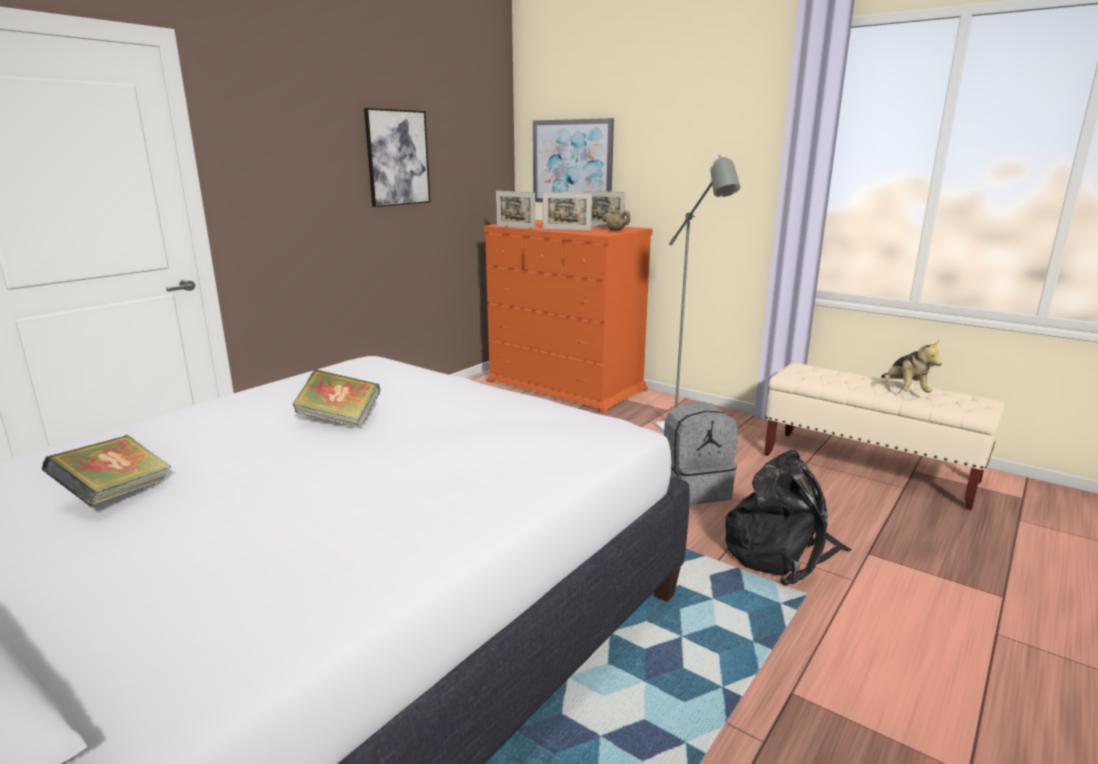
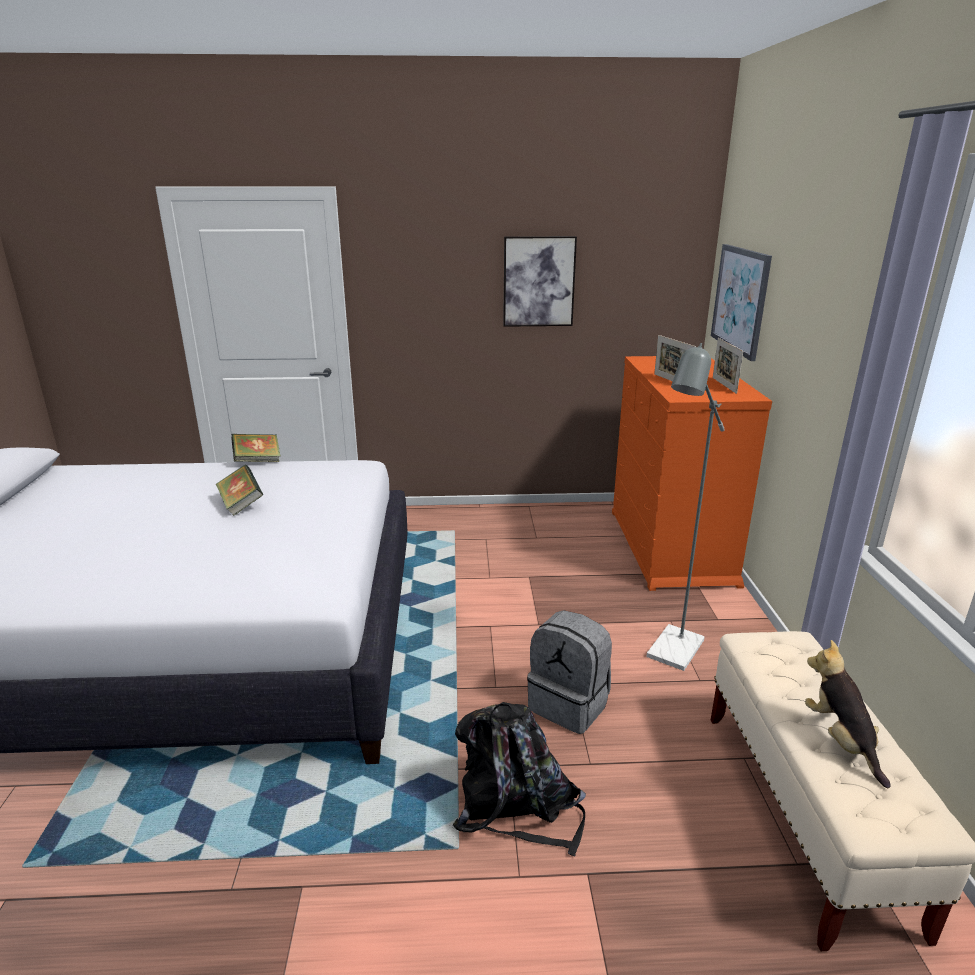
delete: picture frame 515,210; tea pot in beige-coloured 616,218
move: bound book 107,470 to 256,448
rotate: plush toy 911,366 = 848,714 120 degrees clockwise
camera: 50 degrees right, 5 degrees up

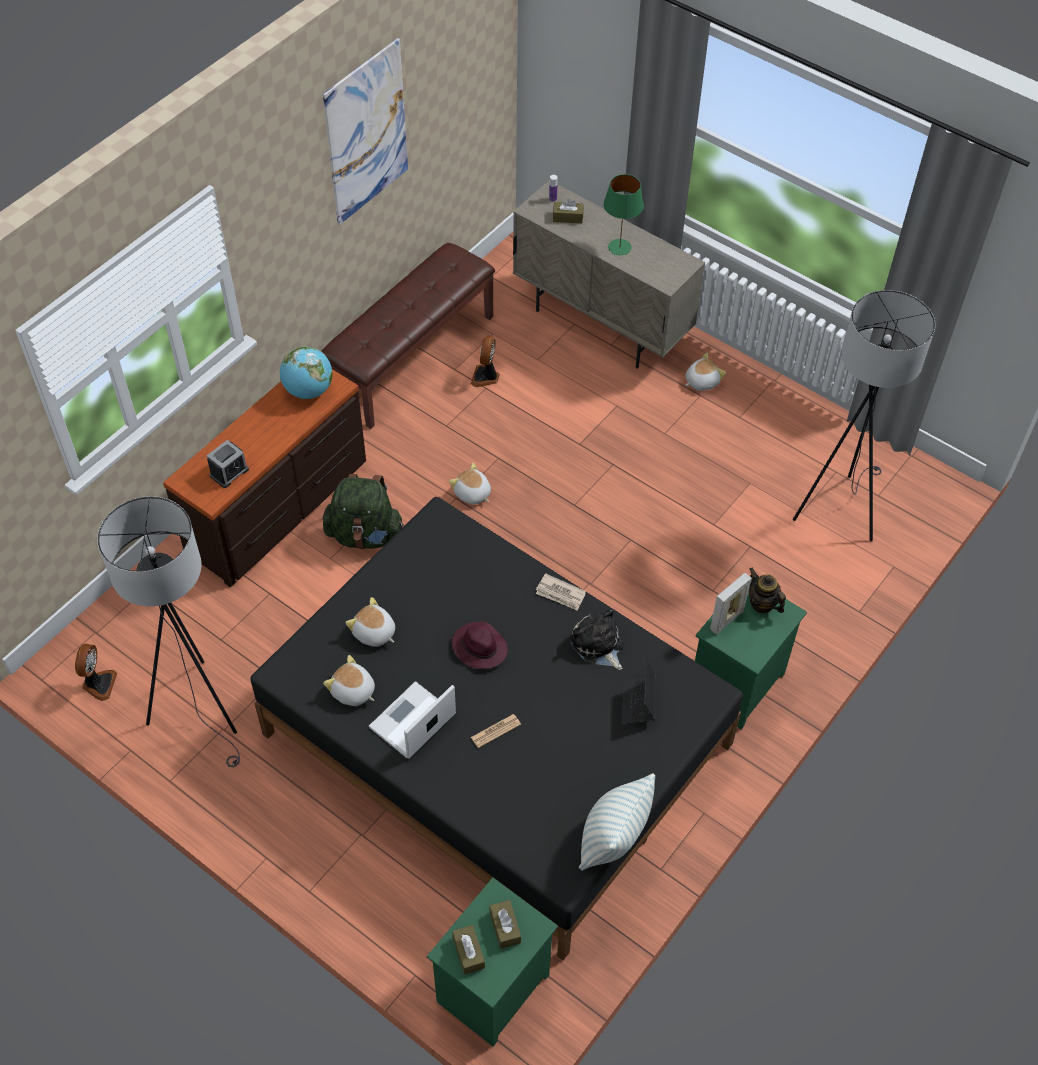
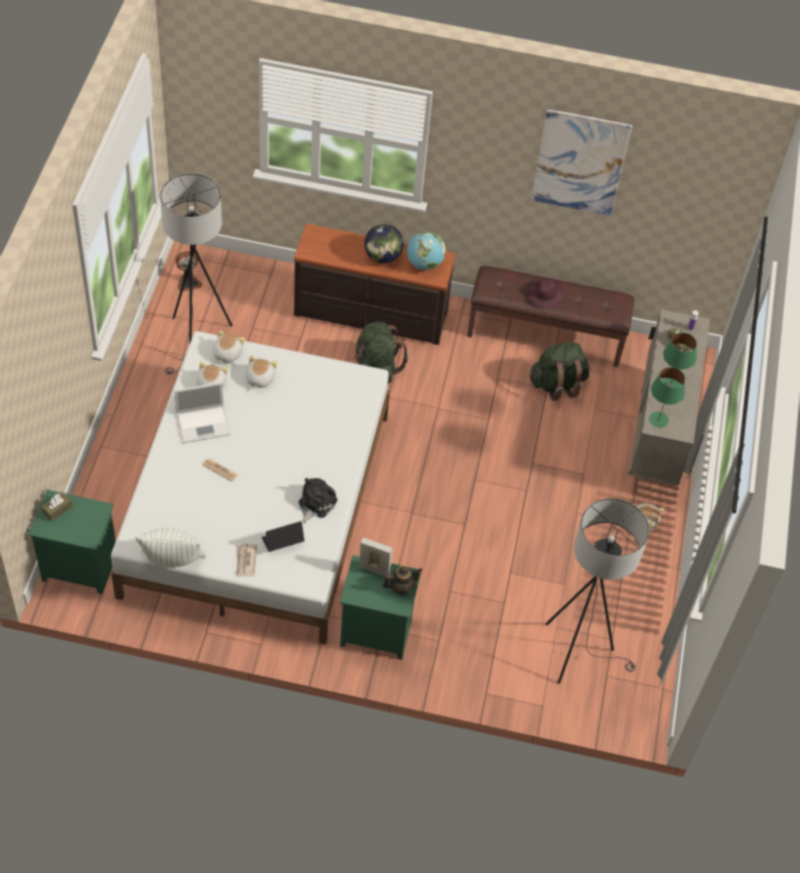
delete: table clock 228,464; tissue holder in brown-coloured 505,924
insert: desk globe 384,244; tabletop lamp in greenish 667,397
move: plush toy 470,483 to 229,347; clothing hat in purple 480,645 to 545,293; daily paper 561,592 to 247,560
replace: electric fan 485,361 to rucksack in greenish 559,371
recolor: bedroom bed in black-coloured 496,729 to bedroom bed in white-coloured 250,488
rotate: portable computer 412,720 = 202,412 150 degrees clockwise; tea pot 767,590 = 402,580 45 degrees clockwise
camera: 60 degrees right, 0 degrees up

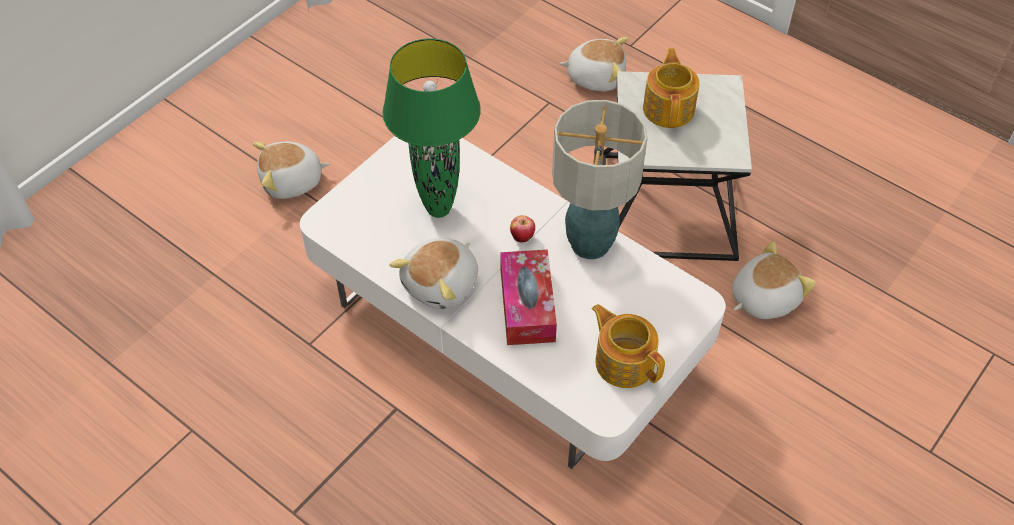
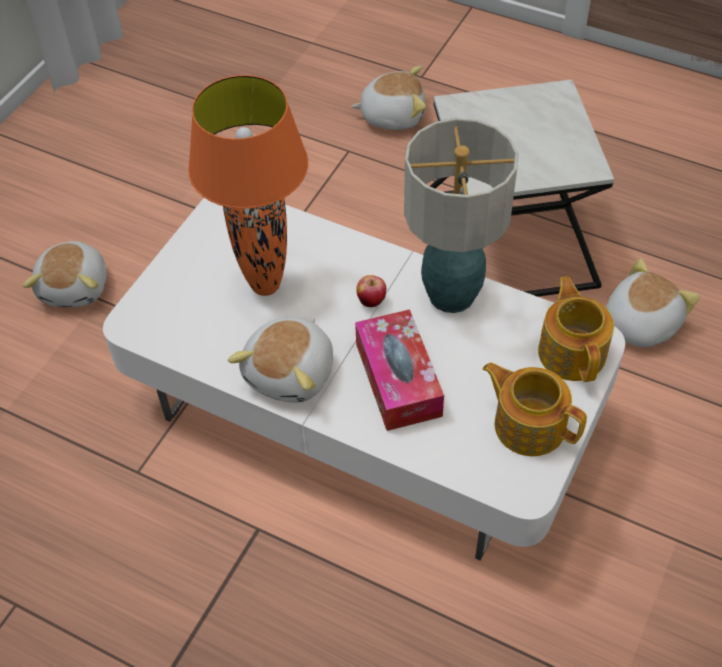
move: tea pot 671,88 to 576,329
recolor: tabletop lamp in greenish 432,128 to tabletop lamp in orange-coloured 248,185
rotate: plush toy 291,170 = 65,274 60 degrees counterclockwise
camera: 10 degrees left, 0 degrees up

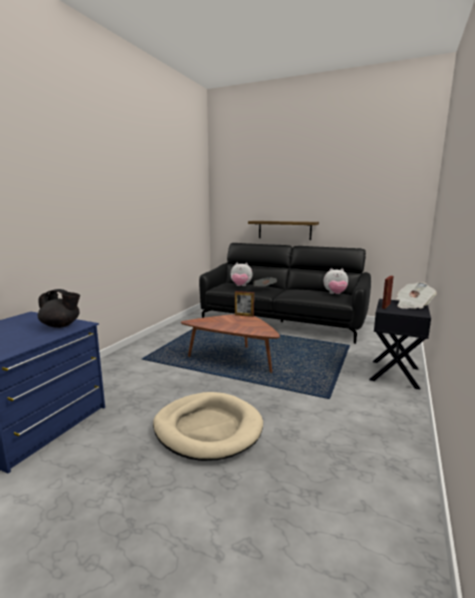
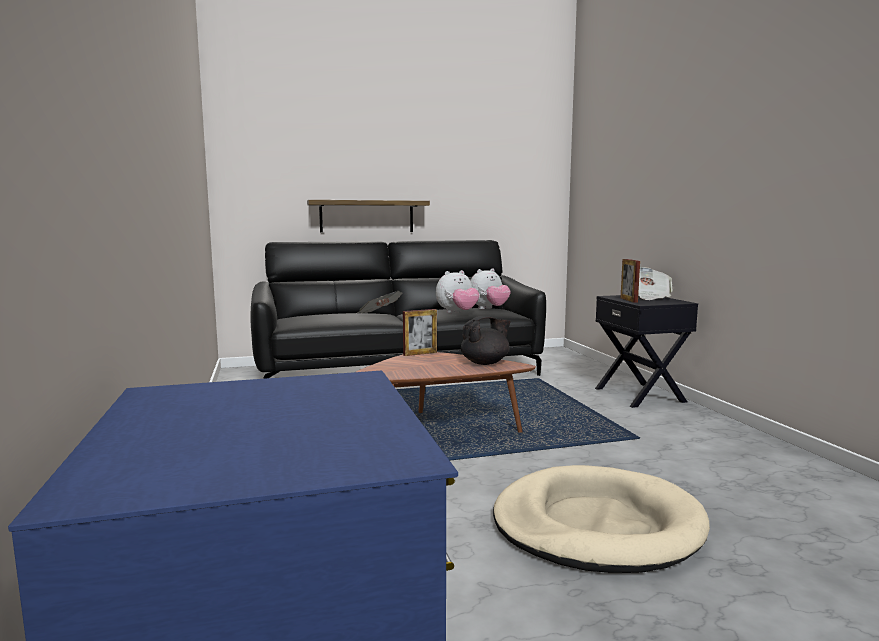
move: tea pot in black-coloured 59,308 to 486,340; plush toy 241,274 to 457,291
camera: 40 degrees left, 5 degrees down

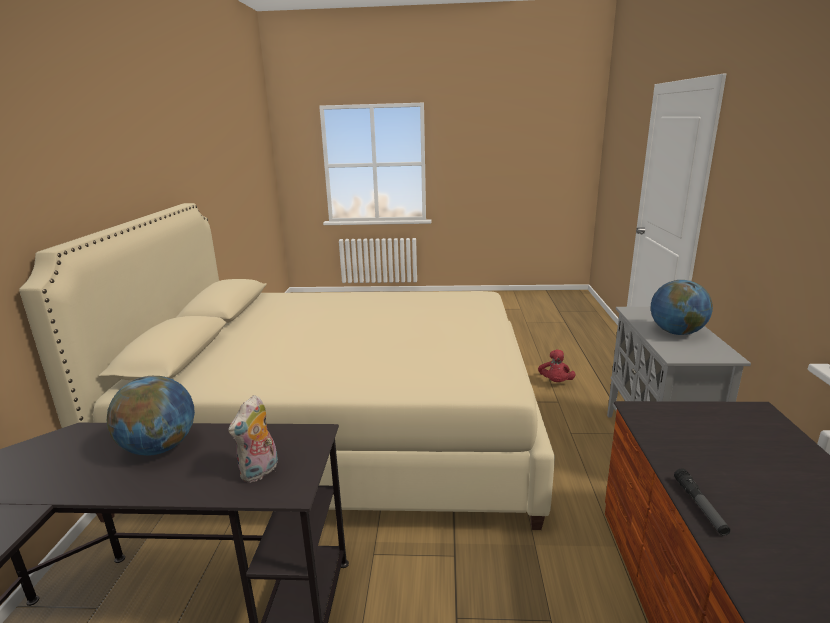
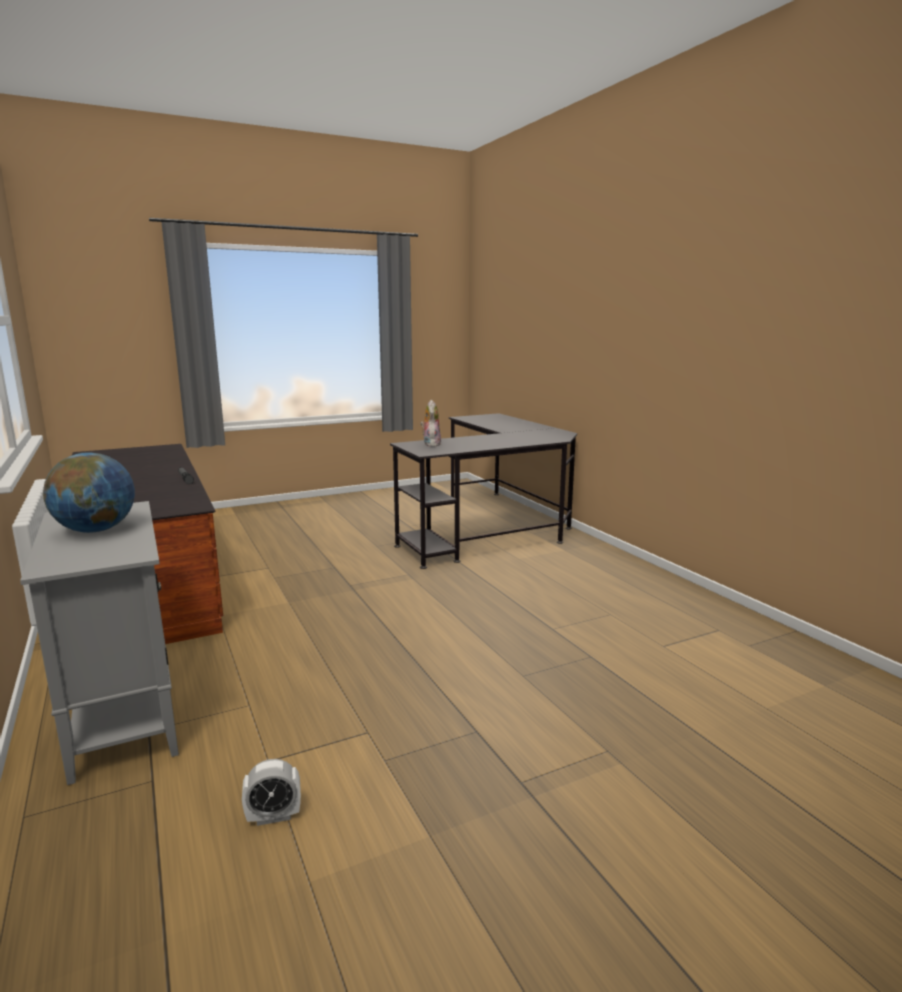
delete: bedroom bed in beige-coloured 287,366; desk globe 151,416
replace: plush toy in red-coloured 557,365 to table clock 271,792
camera: 150 degrees right, 5 degrees down

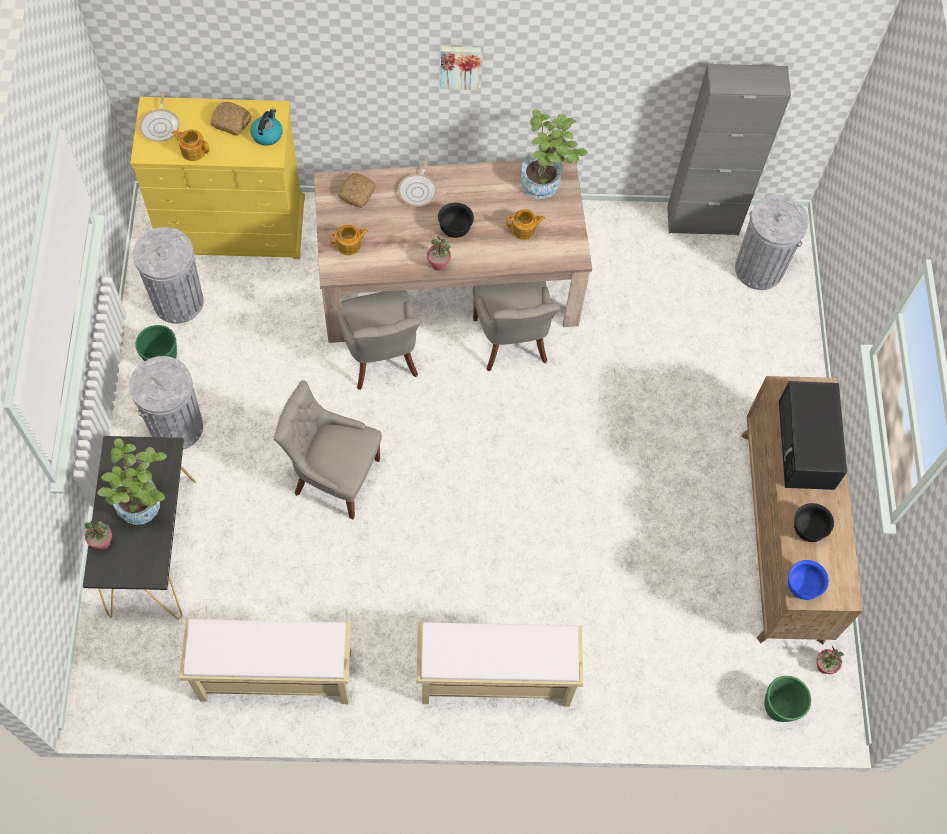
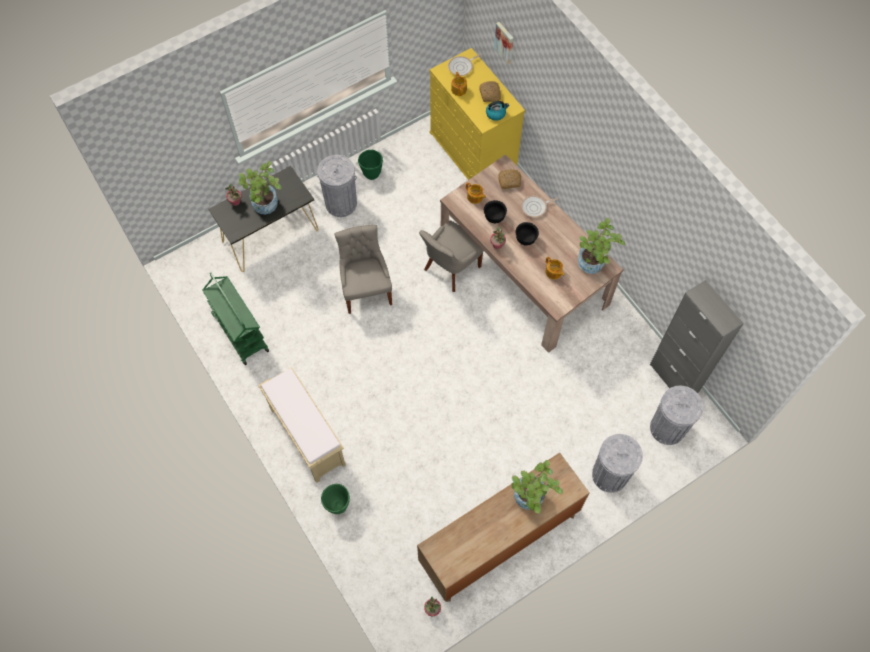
delete: upright chair in gray 516,326; serving bowl in blue-coloured 808,580
move: trash can in gray 168,275 to 617,463; wall art 461,68 to 504,43; planter in greenish 787,699 to 335,499; serving bowl in black-coloured 814,522 to 495,211
replace: long seat in beige-coloured 265,661 to cart in greenish 235,319; kitchen microwave in black-coloured 813,435 to plant in a pot 537,486
camera: 60 degrees right, 0 degrees up

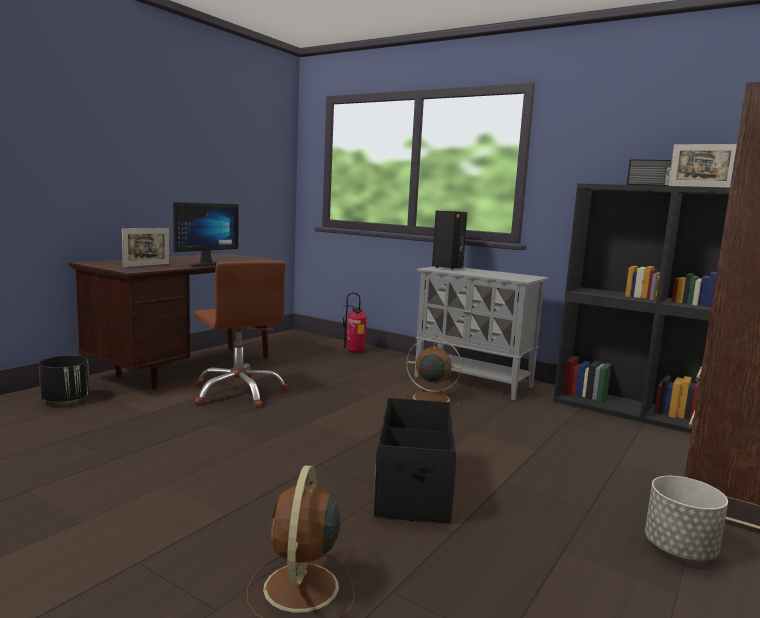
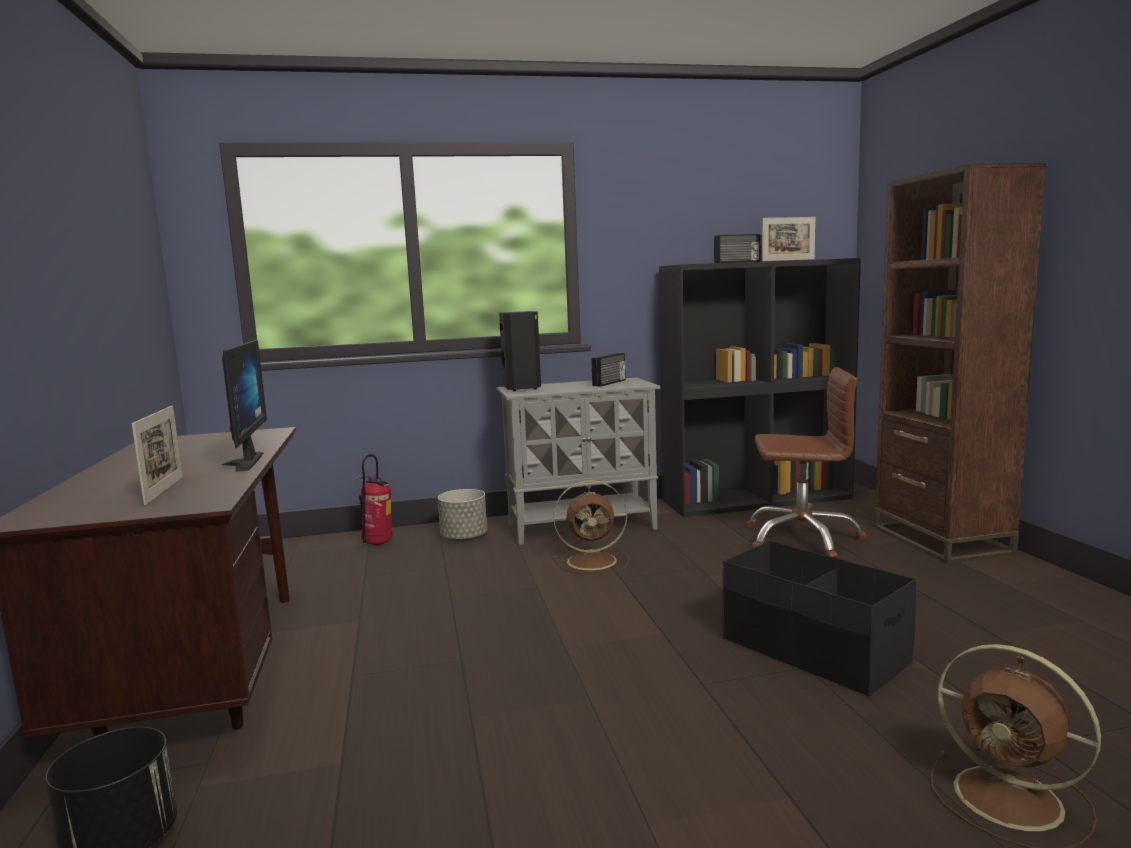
insert: radio 608,370
move: office chair in brown-coloured 241,334 to 806,462; planter in gray 686,518 to 462,515
rotate: electric fan in brown-coloured 432,371 = 591,527 150 degrees counterclockwise
camera: 45 degrees left, 0 degrees up

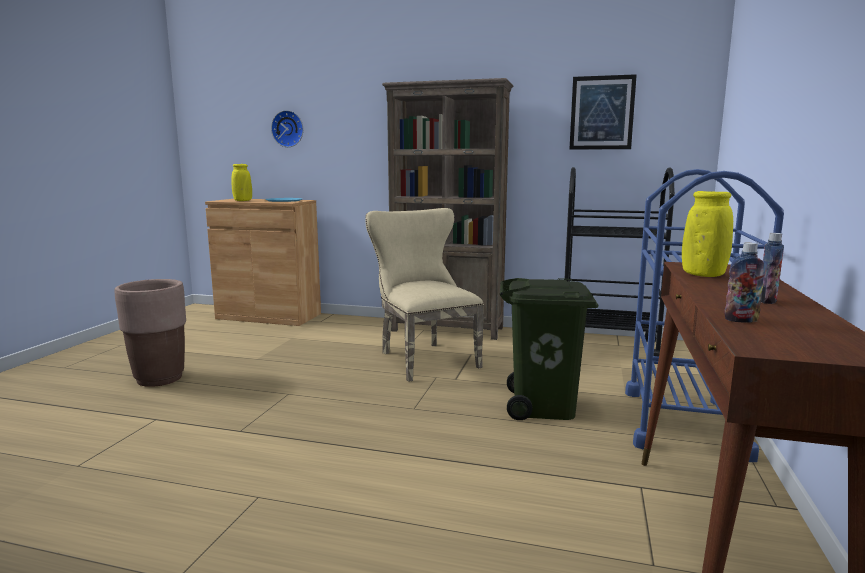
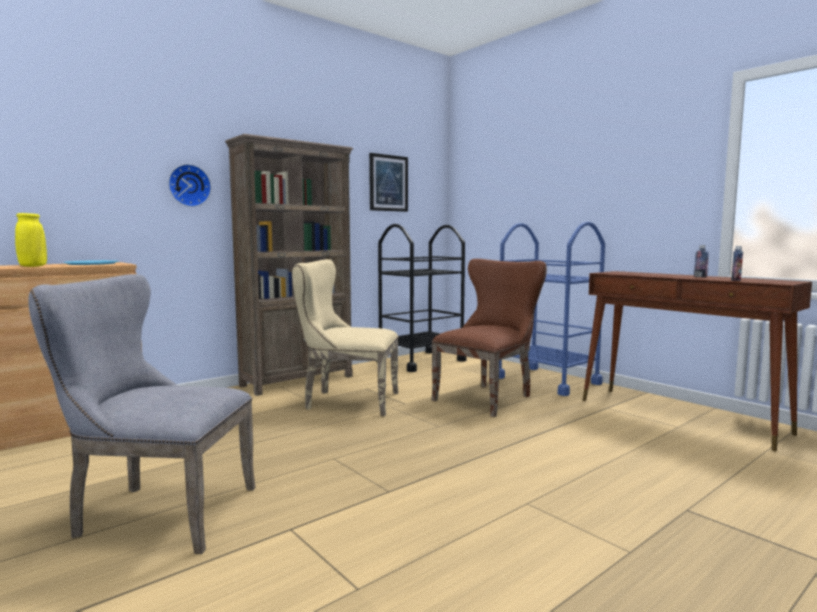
delete: vase in yellow 707,234
move: hanging clock 287,128 to 189,185
replace: planter in brown-coloured 150,333 to upright chair in gray 142,414; trash can in greenish 549,349 to upright chair in brown-coloured 489,338
camera: 55 degrees left, 5 degrees down

